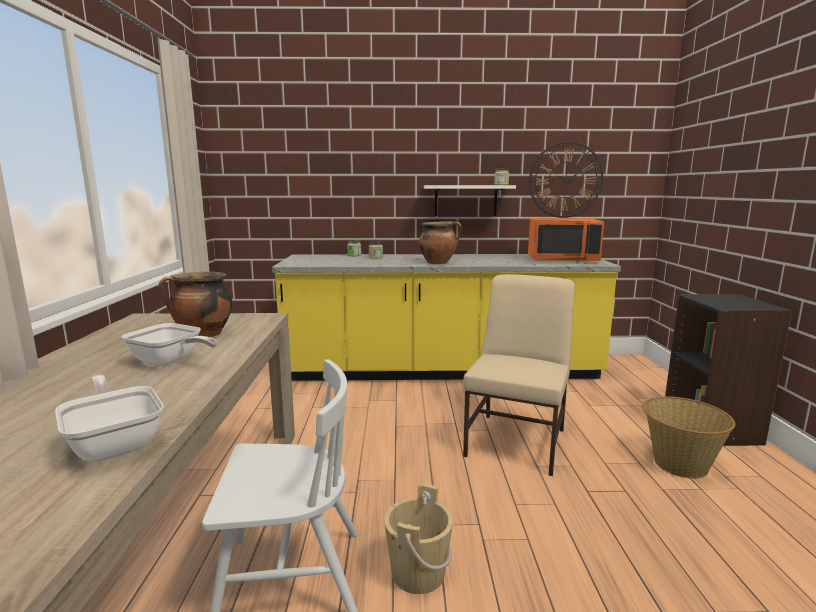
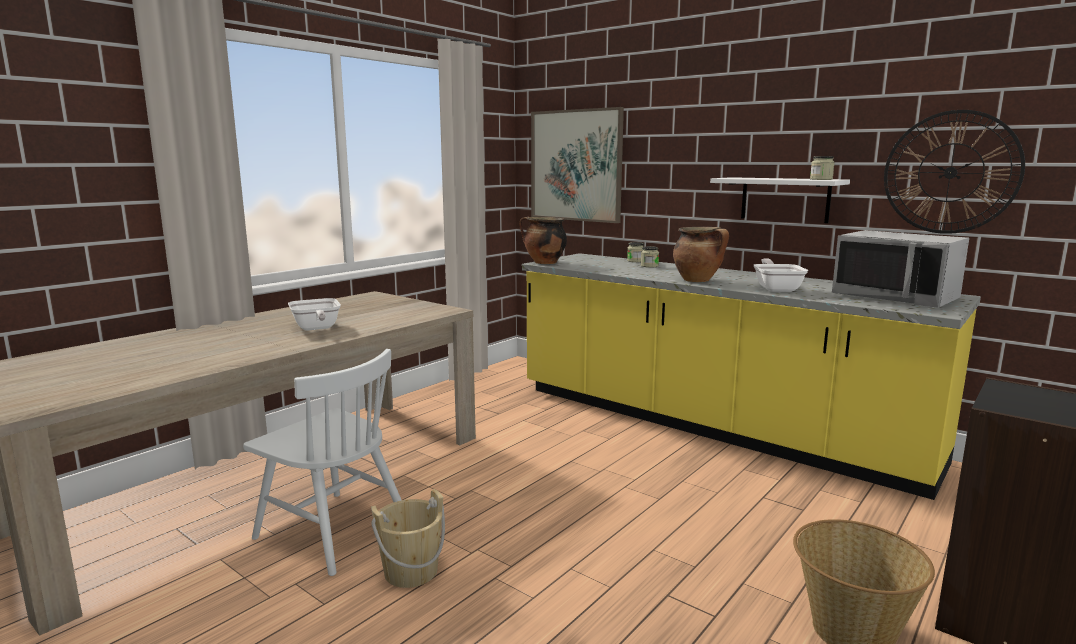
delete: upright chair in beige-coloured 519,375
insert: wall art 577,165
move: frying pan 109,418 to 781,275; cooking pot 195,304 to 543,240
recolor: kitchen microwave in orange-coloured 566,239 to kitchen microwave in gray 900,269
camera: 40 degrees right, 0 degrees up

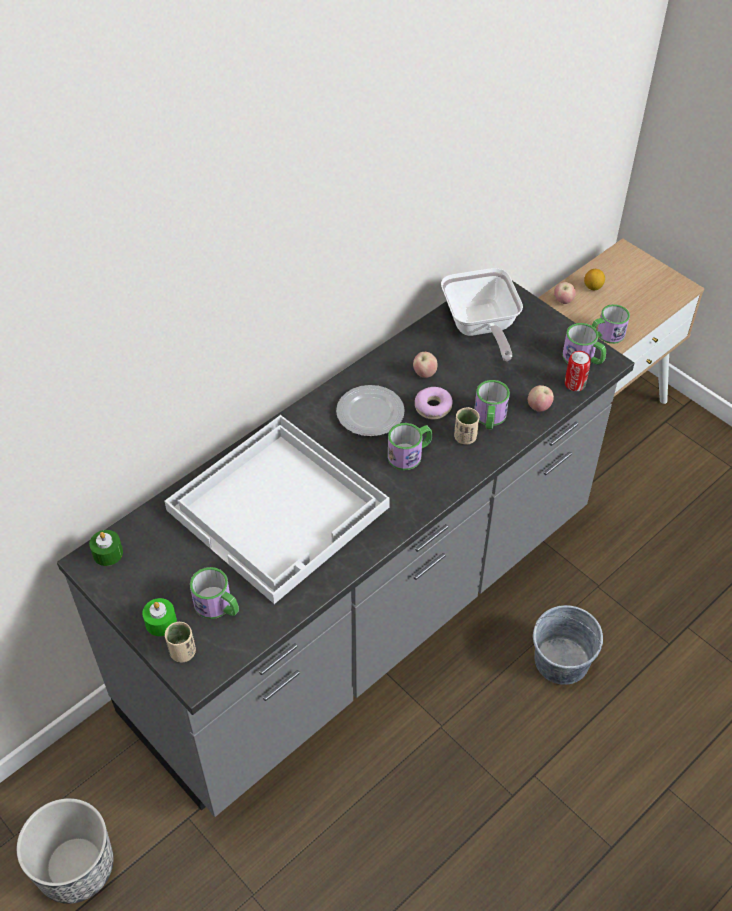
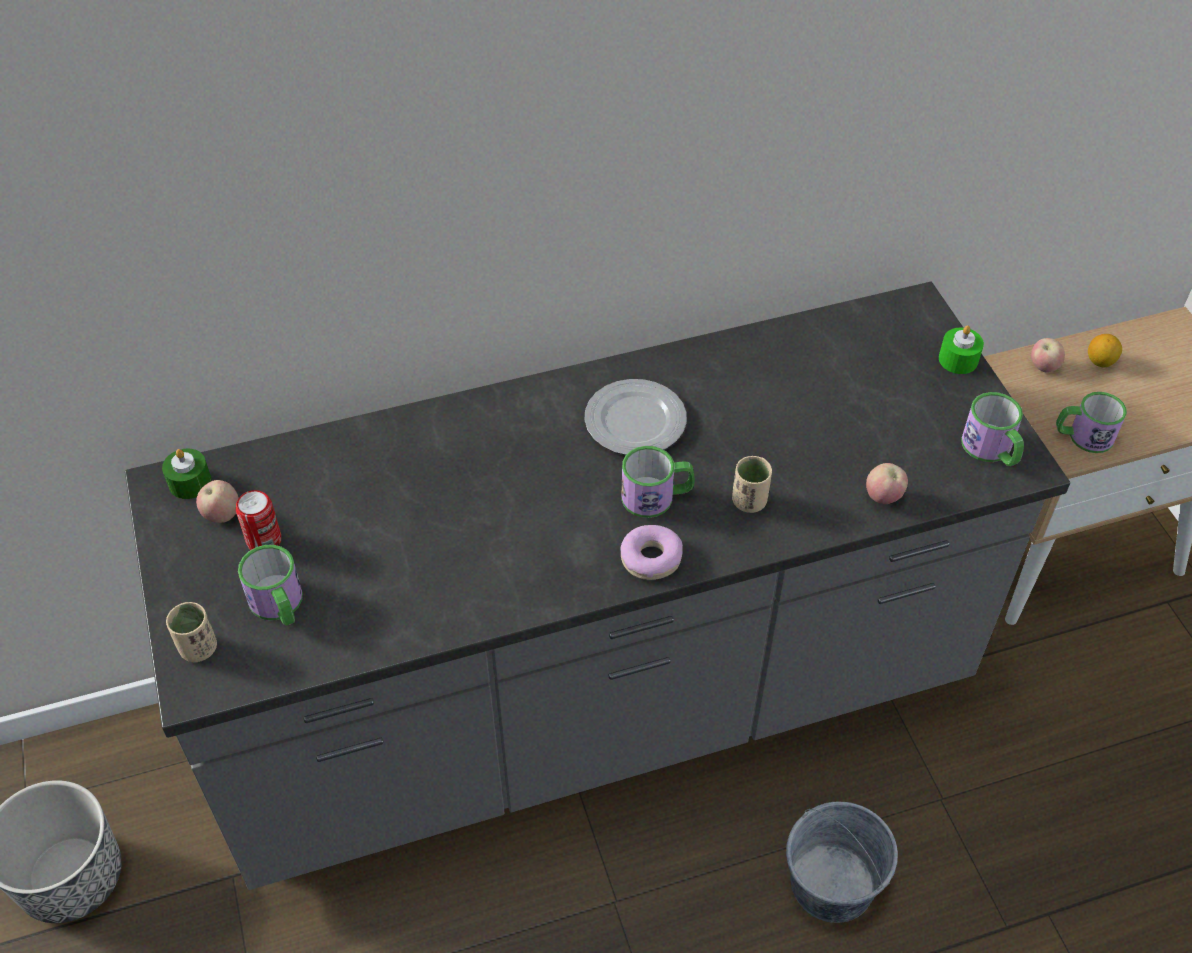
delete: carrying tray in white-coloured 277,509; frying pan 482,314; mug 492,404
move: wax light in greenish 159,617 to 961,349; apple 425,365 to 217,501; doughnut 434,403 to 651,552; can 578,371 to 258,520
camera: 25 degrees right, 0 degrees up

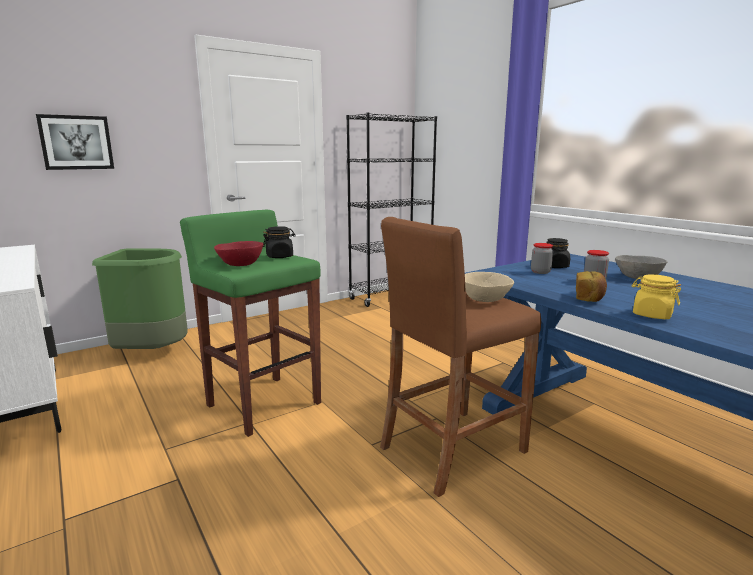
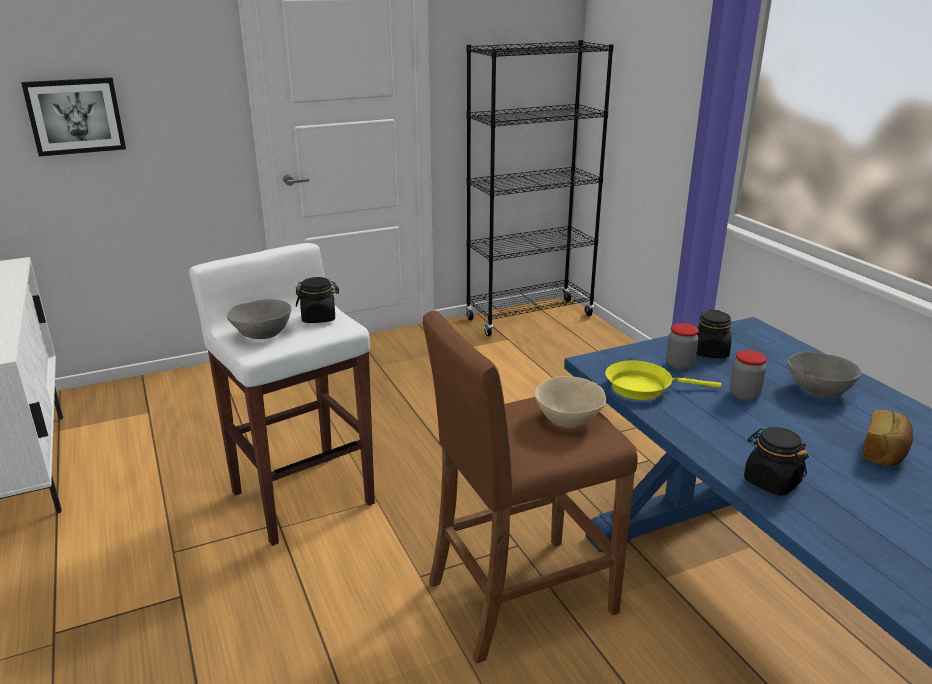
delete: trash can in greenish 140,298
insert: frying pan in yellow 663,380
move: bread 591,286 to 887,438
recolor: stool seat in greenish 250,323 to stool seat in white-coloured 282,394; serving bowl in red-coloured 238,253 to serving bowl in gray 259,319; jar in yellow 656,296 to jar in black-coloured 776,461
camera: 10 degrees right, 10 degrees up

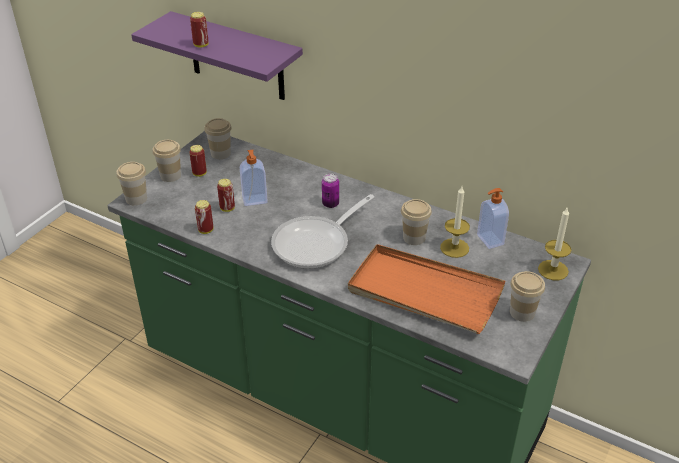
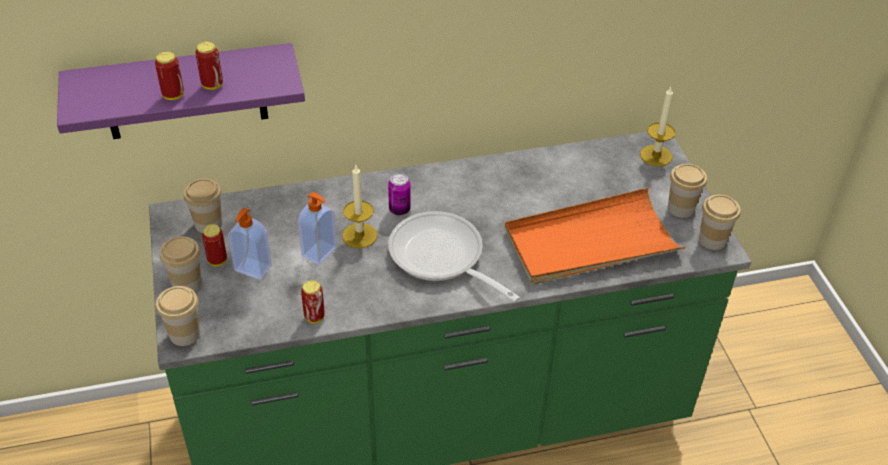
move: can 226,195 to 209,66; small cup 416,222 to 719,222; wax light 455,222 to 359,206; soap dispenser 493,218 to 250,244
rotate: frying pan 323,231 = 454,256 135 degrees clockwise
camera: 45 degrees left, 5 degrees up

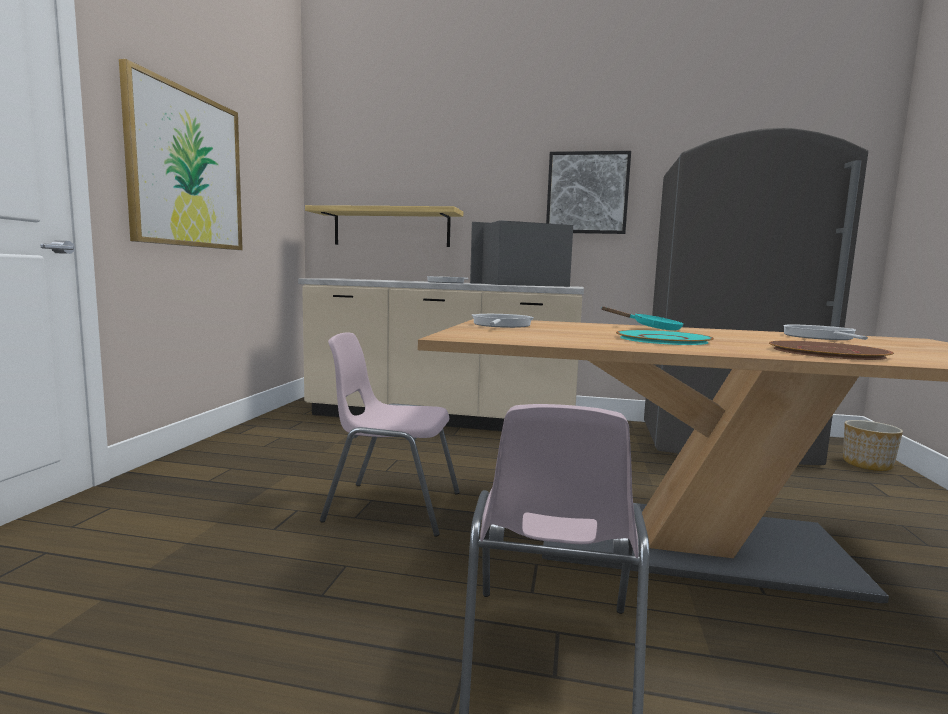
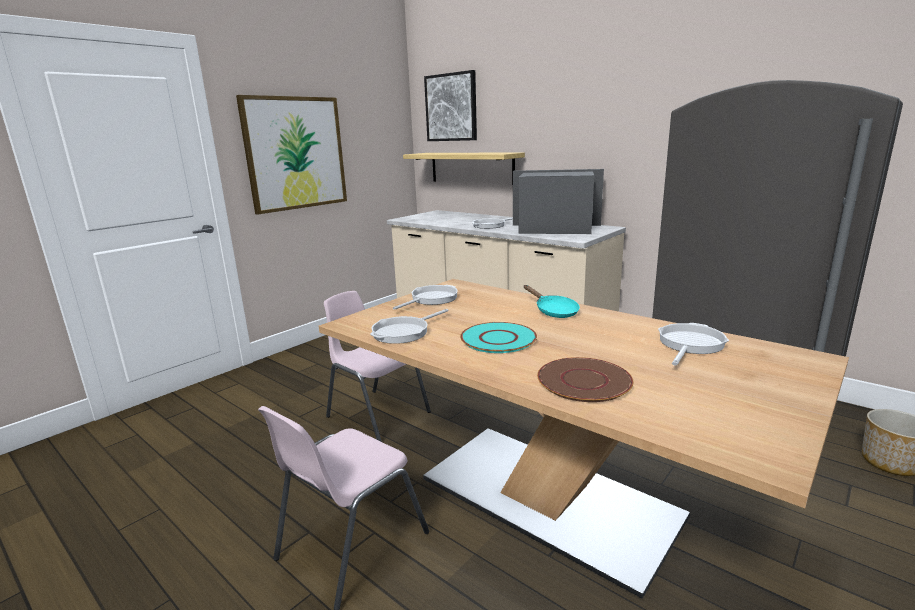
insert: frying pan 409,326
move: wall art 588,192 to 450,105
camera: 30 degrees right, 10 degrees up

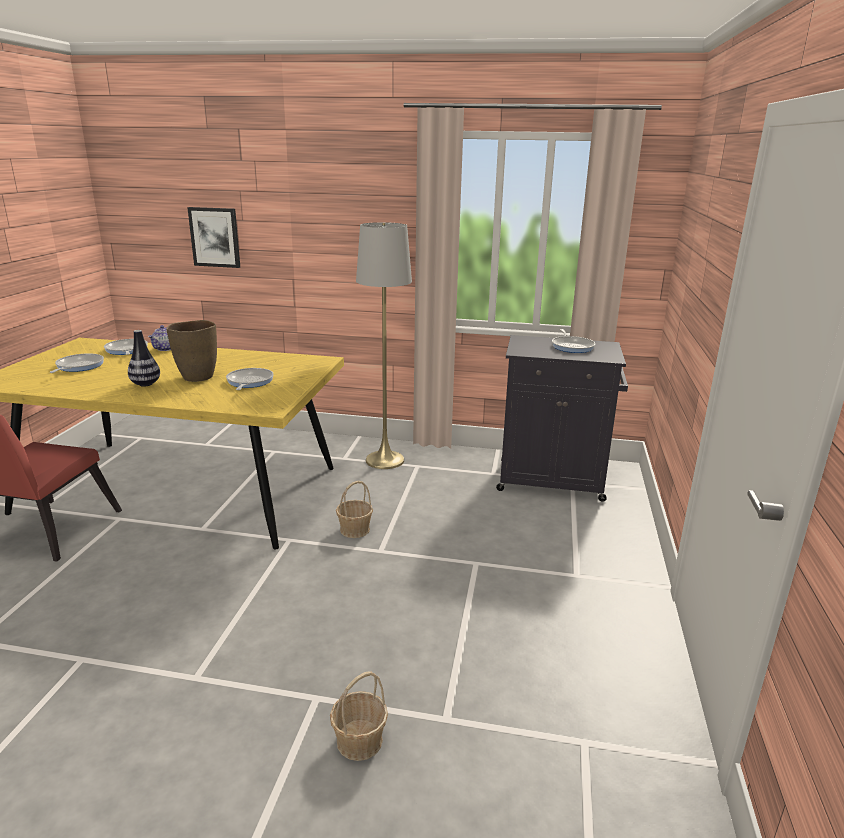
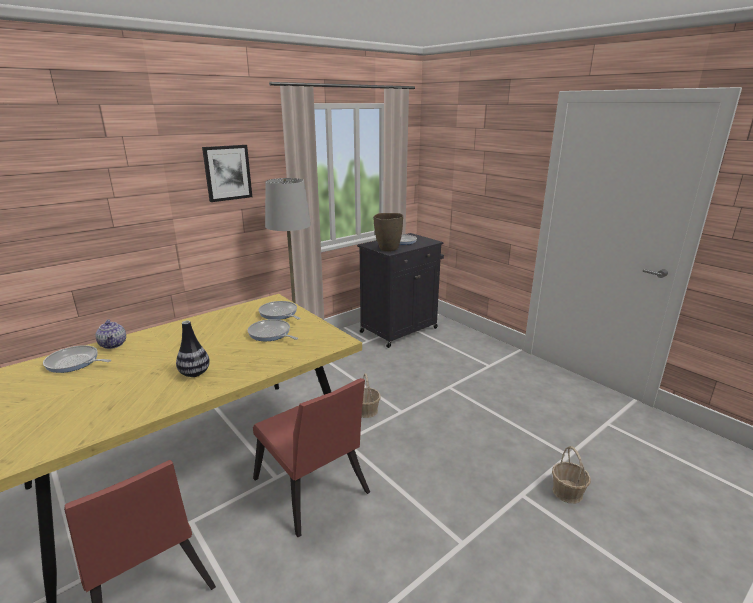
insert: upright chair in red-coloured 311,457
move: frying pan 76,363 to 280,310; vase in brown-coloured 192,351 to 388,232; wall art 213,237 to 227,173
camera: 50 degrees left, 0 degrees up

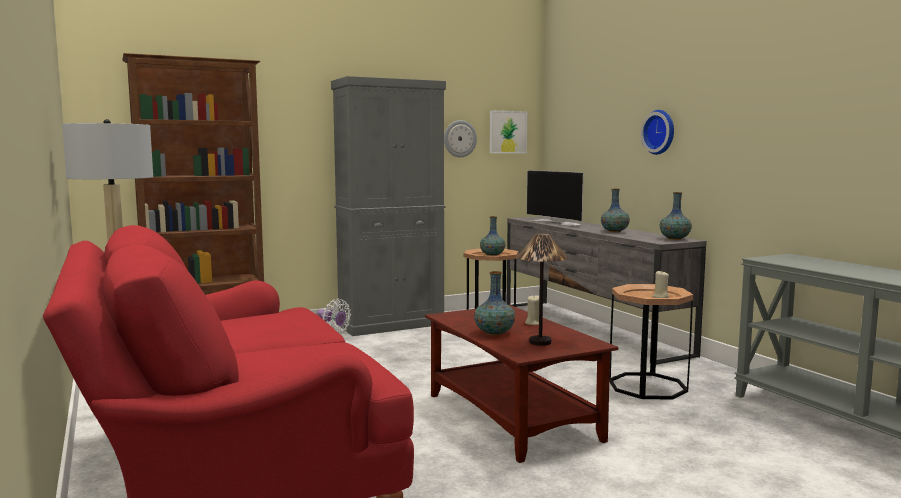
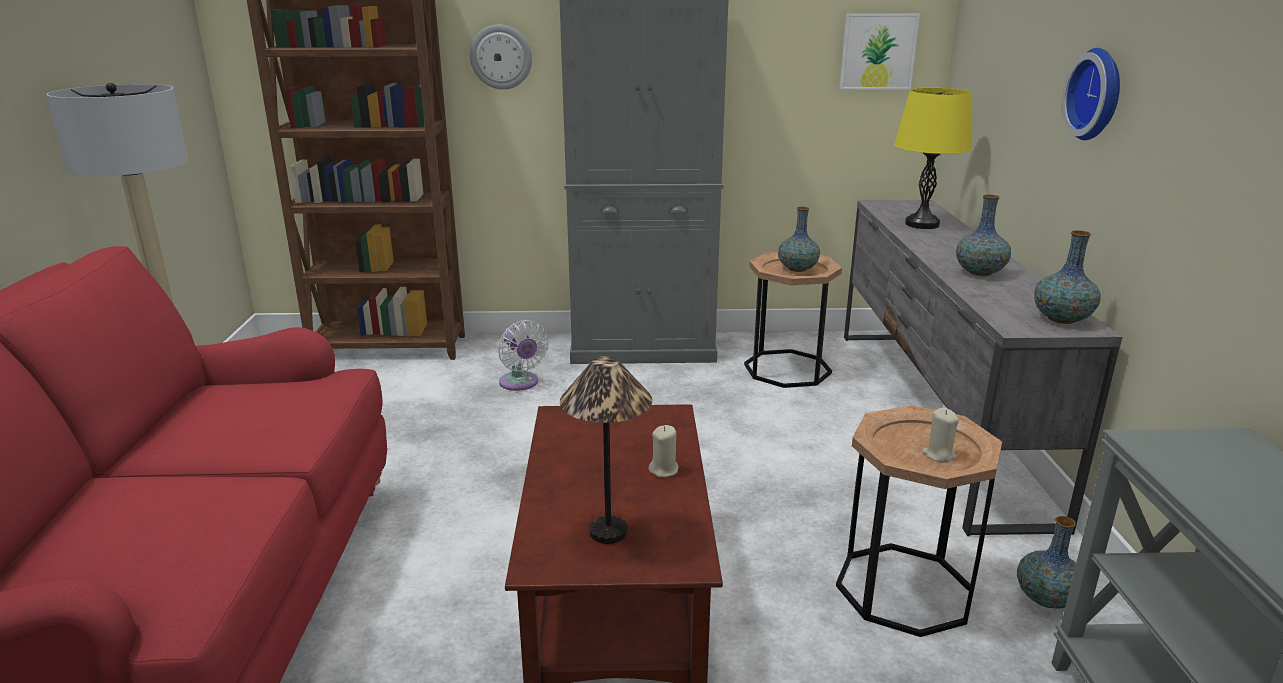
move: hanging clock 460,139 to 501,57; vase 494,303 to 1046,562
replace: TV set 555,198 to tabletop lamp in yellow 933,158
camera: 25 degrees right, 15 degrees up

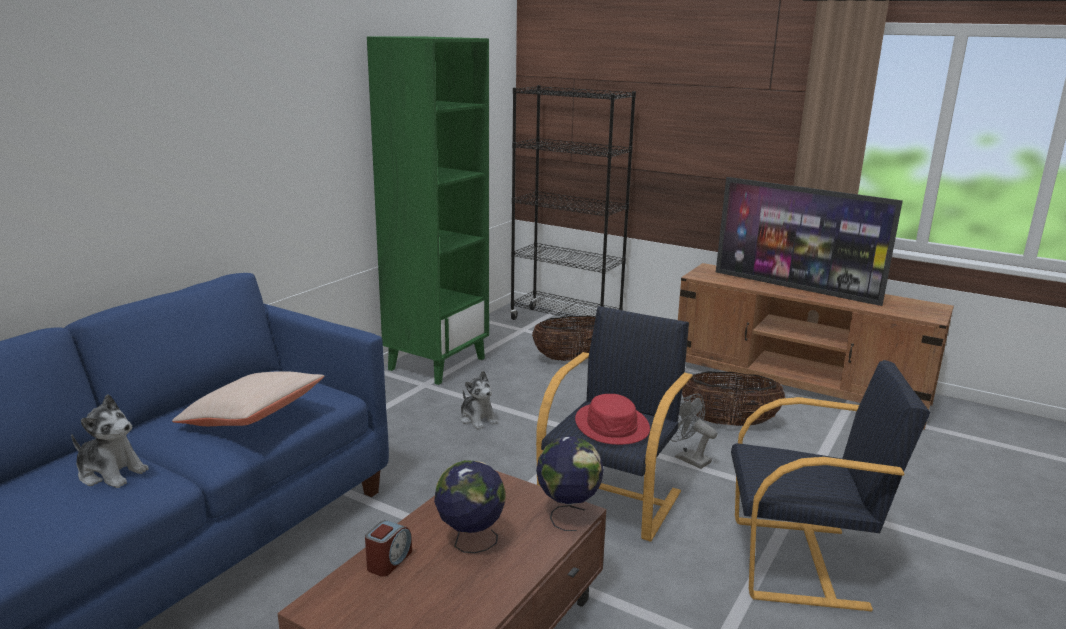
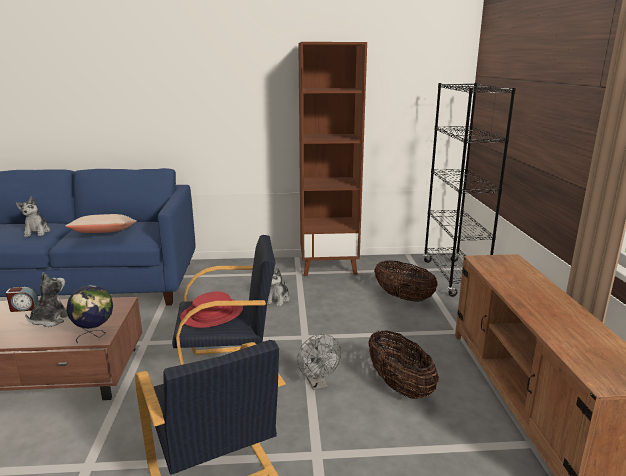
delete: TV set 809,241
replace: desk globe 470,506 to plush toy 46,299
recolor: bookshelf in greenish 428,211 to bookshelf in brown-coloured 332,159
rotate: electric fan in gray 694,431 = 319,362 150 degrees clockwise
camera: 55 degrees right, 0 degrees up

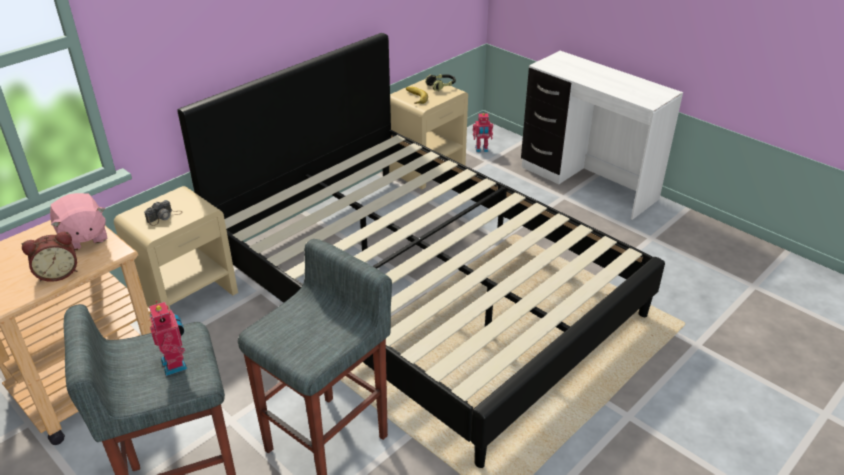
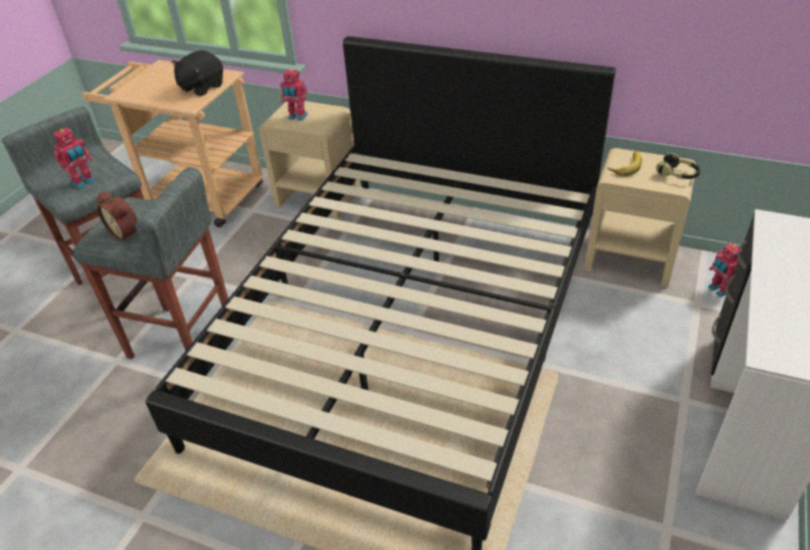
move: table clock 49,257 to 117,216
replace: photo camera 163,213 to model robot 294,95
recolor: plush toy in pink-coloured 78,222 to plush toy in black-coloured 197,73
camera: 70 degrees right, 5 degrees up

